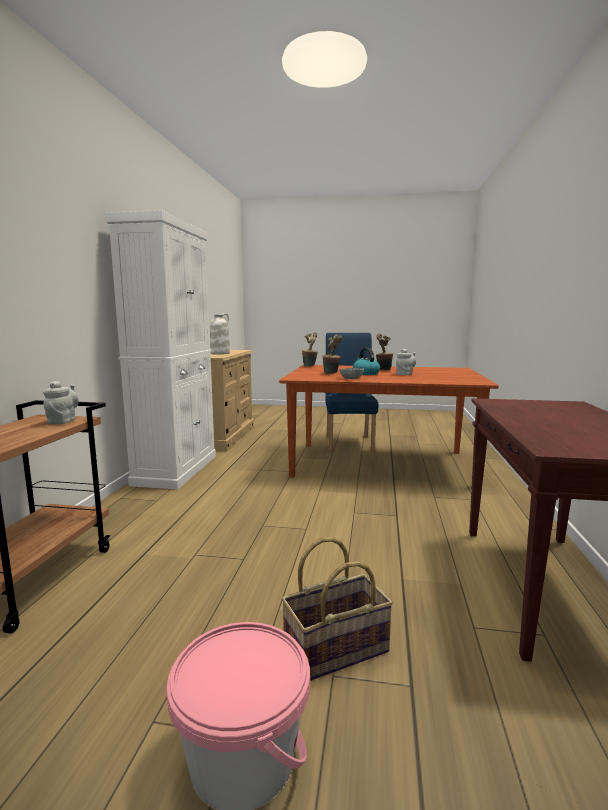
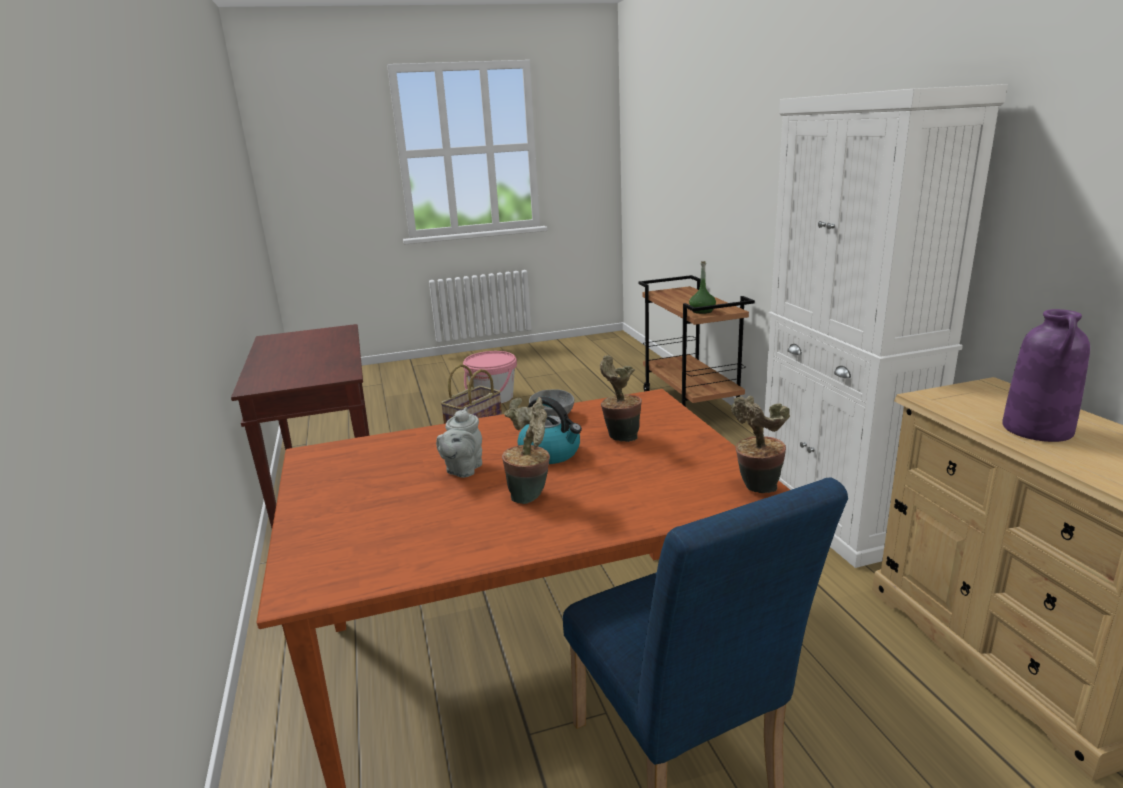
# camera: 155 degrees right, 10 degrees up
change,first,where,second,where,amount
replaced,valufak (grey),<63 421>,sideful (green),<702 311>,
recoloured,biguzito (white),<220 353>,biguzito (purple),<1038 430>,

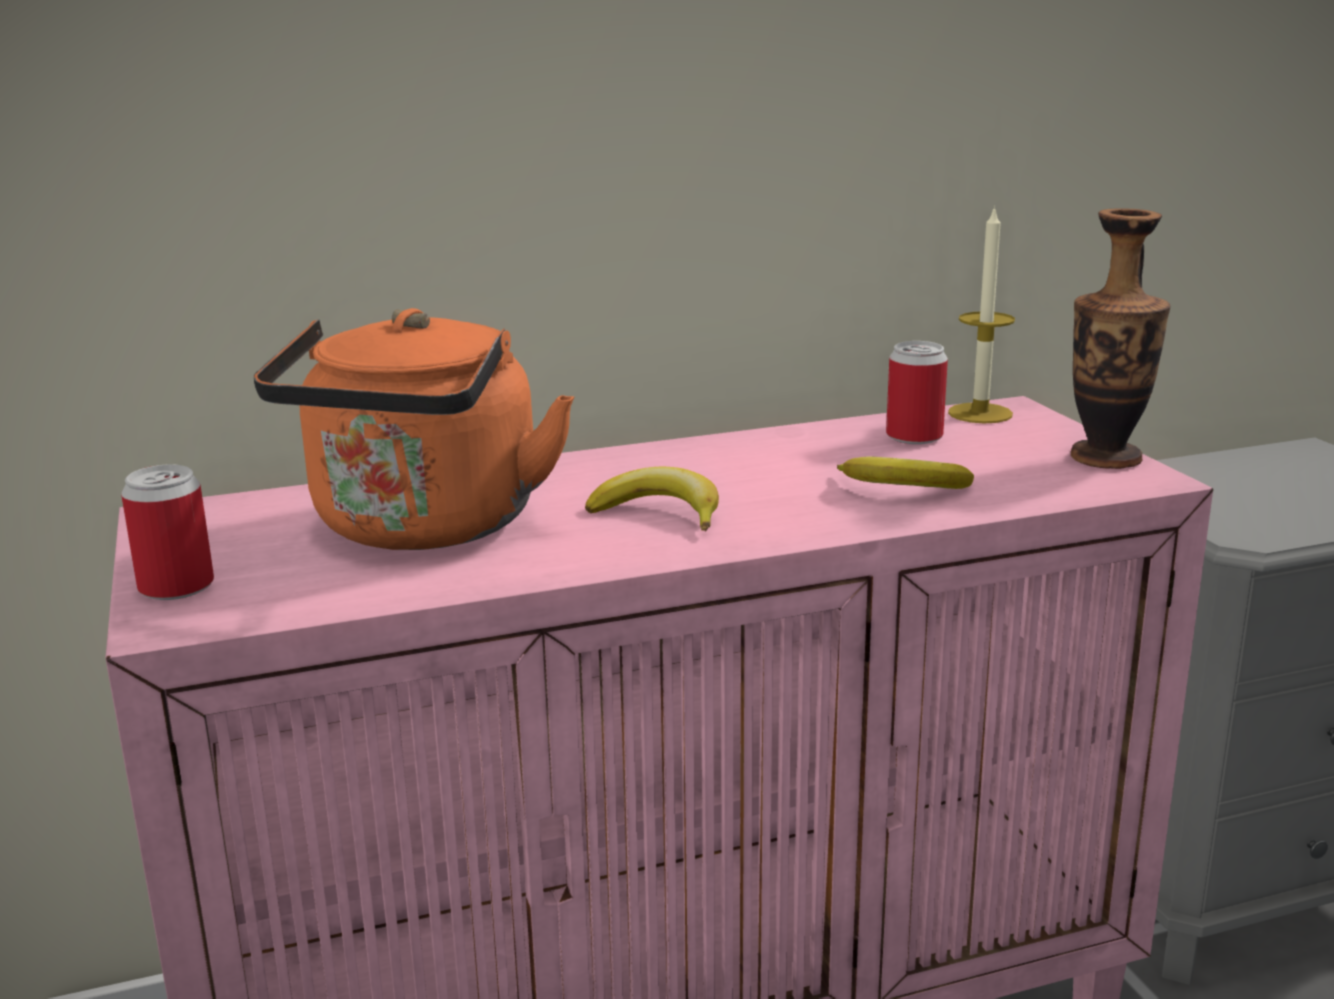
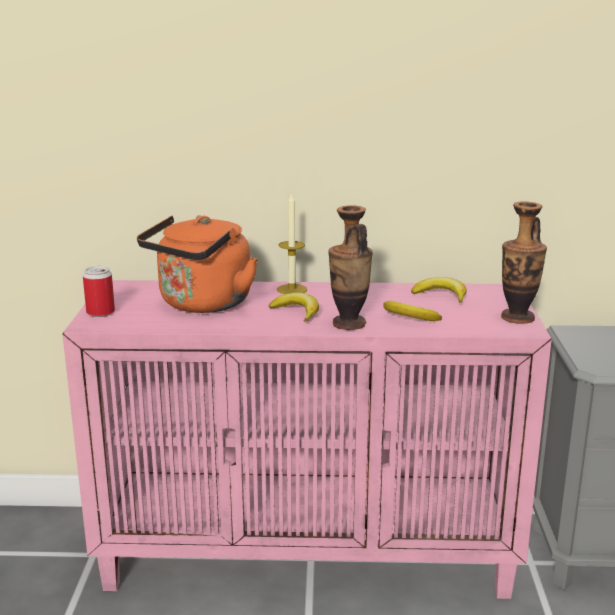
# camera: 20 degrees right, 0 degrees up
change,first,where,second,where,amount
added,,,biguzito,<349 324>,
moved,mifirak,<980 413>,,<292 289>,
replaced,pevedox,<914 437>,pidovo,<441 296>,

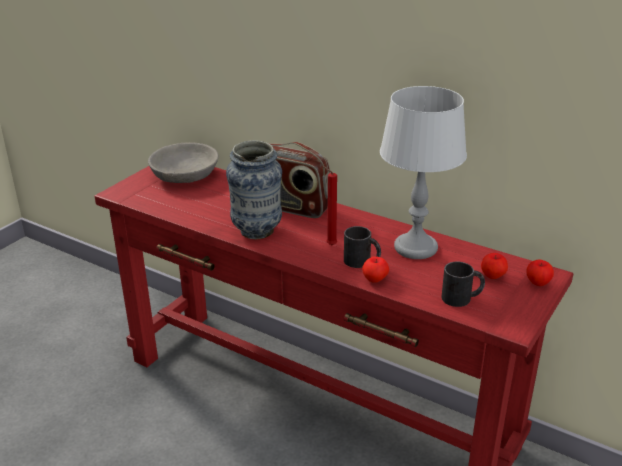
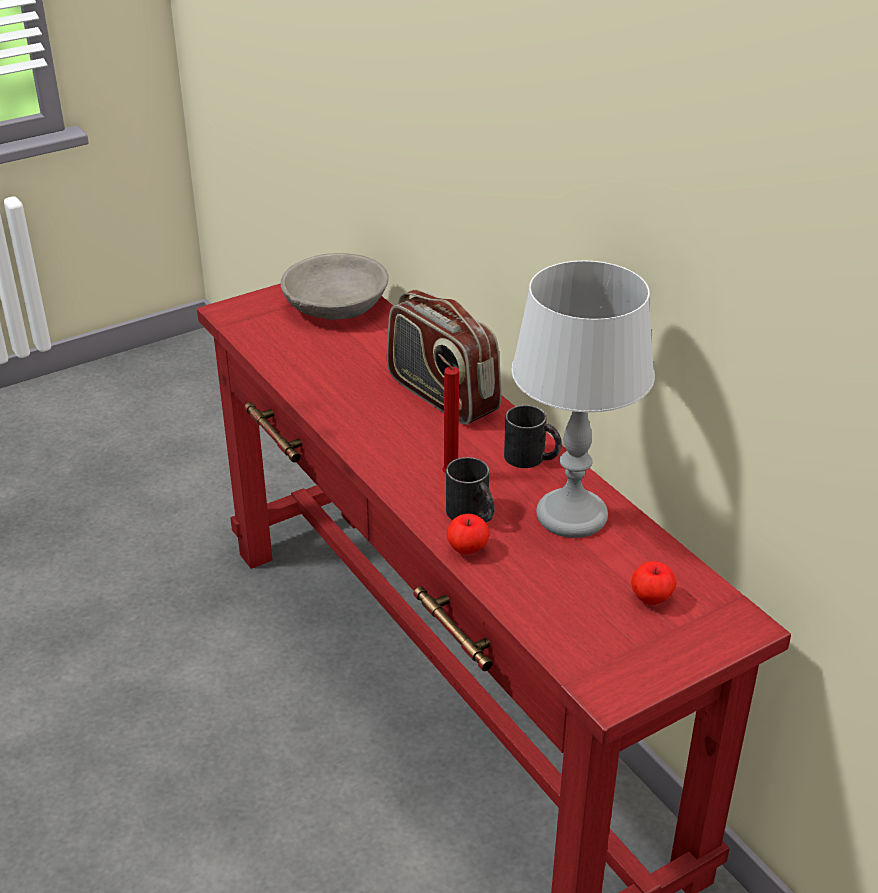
# camera: 25 degrees right, 5 degrees up
change,first,where,second,where,amount
removed,biguzito,<257 231>,,,
removed,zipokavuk,<537 283>,,,
moved,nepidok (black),<462 298>,,<532 458>,

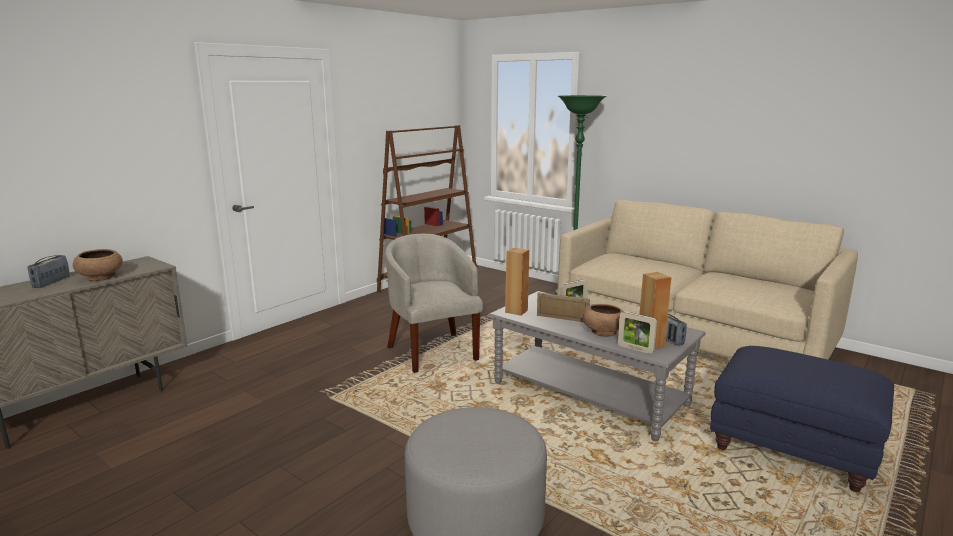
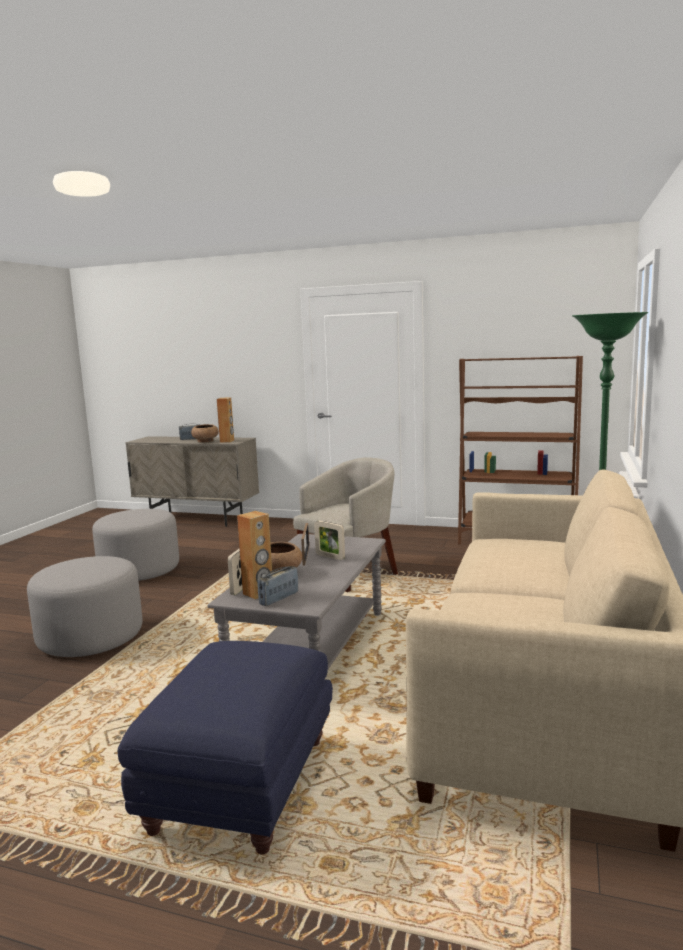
# camera: 70 degrees right, 5 degrees down
change,first,where,second,where,amount
added,,,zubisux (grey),<139 570>,
moved,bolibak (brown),<516 311>,,<227 441>,

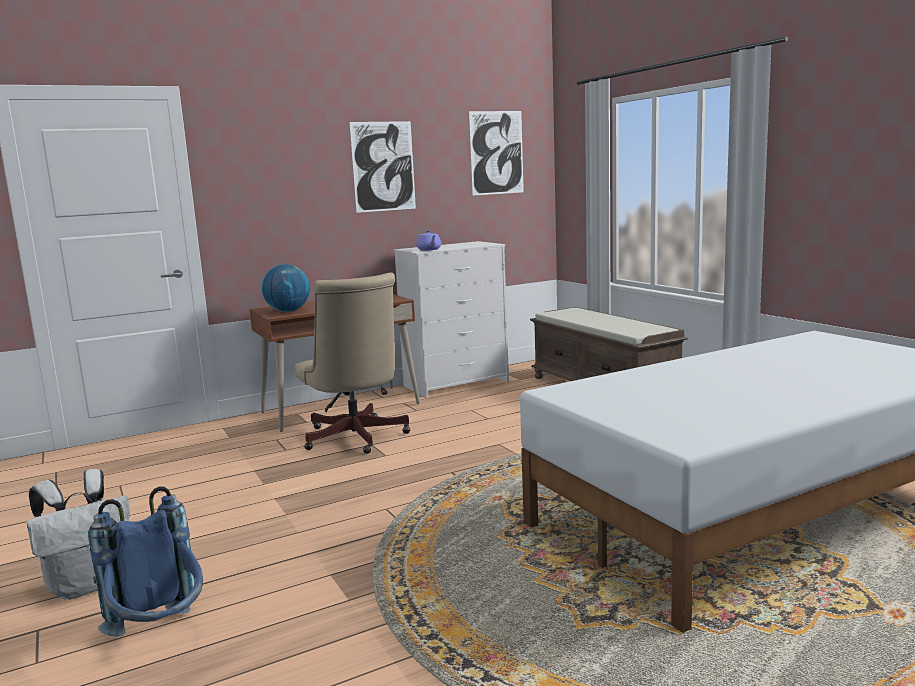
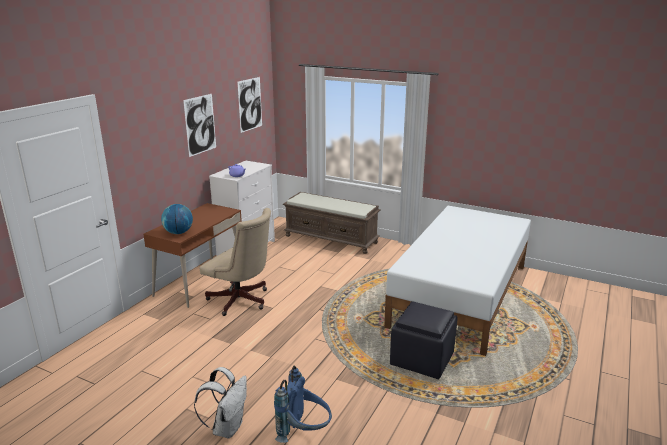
# camera: 35 degrees left, 10 degrees up
change,first,where,second,where,amount
added,,,zubisux (black),<423 359>,

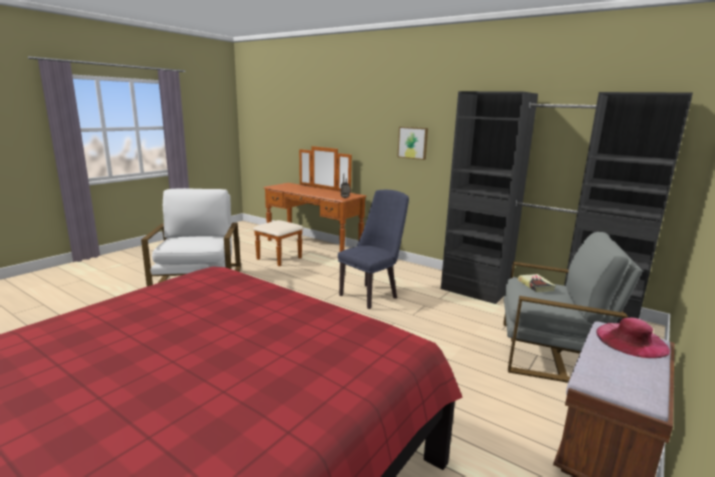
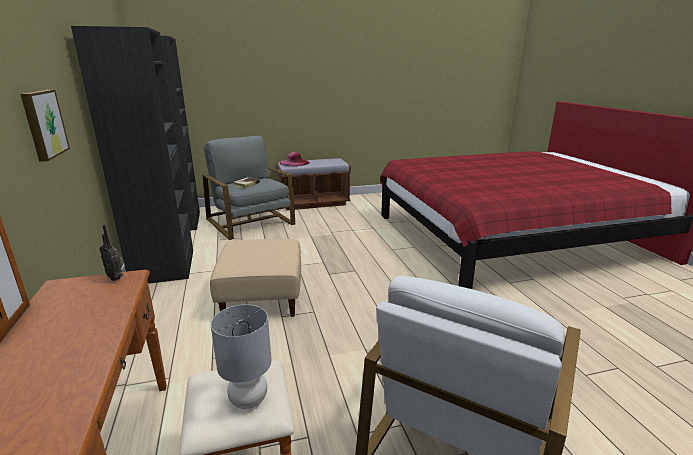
# camera: 140 degrees left, 5 degrees up
change,first,where,second,where,amount
added,,,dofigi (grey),<248 400>,
replaced,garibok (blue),<371 295>,zubisux (beige),<261 297>,

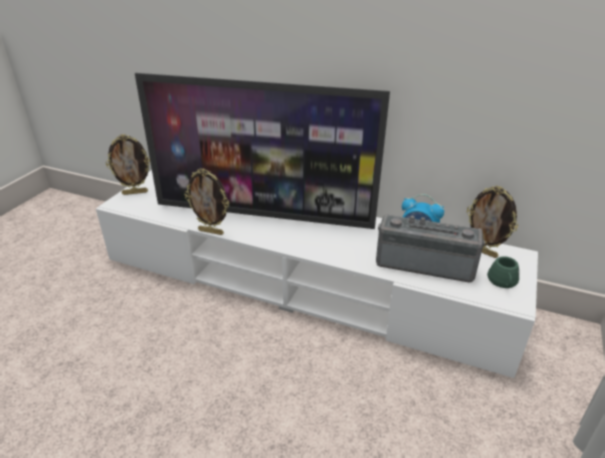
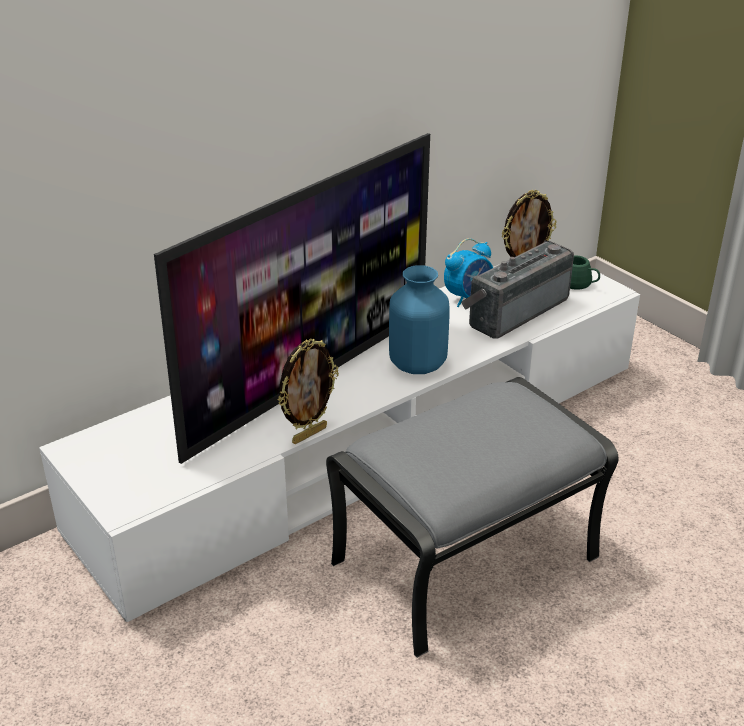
# camera: 60 degrees left, 0 degrees up
change,first,where,second,where,amount
removed,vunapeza,<135 192>,,,
added,,,zubisux (grey),<465 562>,
added,,,biguzito (blue),<416 365>,

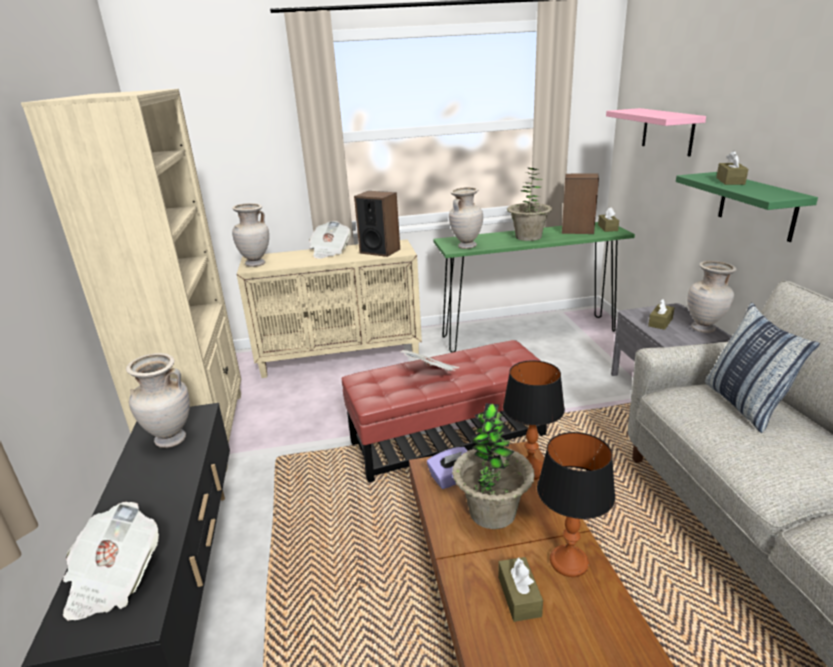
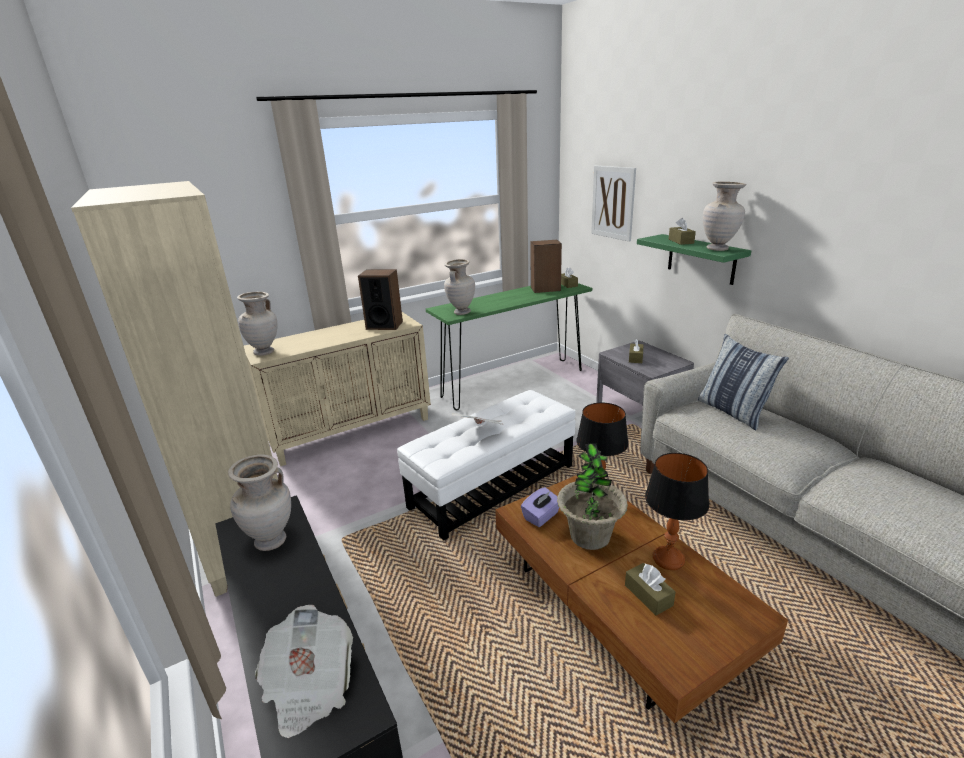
# camera: 20 degrees left, 0 degrees up
change,first,where,second,where,amount
removed,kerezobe,<330 251>,,,
removed,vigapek,<528 237>,,,
moved,biguzito (beige),<704 329>,,<718 249>,
replaced,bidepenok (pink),<667 131>,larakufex,<613 202>,
recoloured,zubisux (red),<448 439>,zubisux (white),<493 486>,

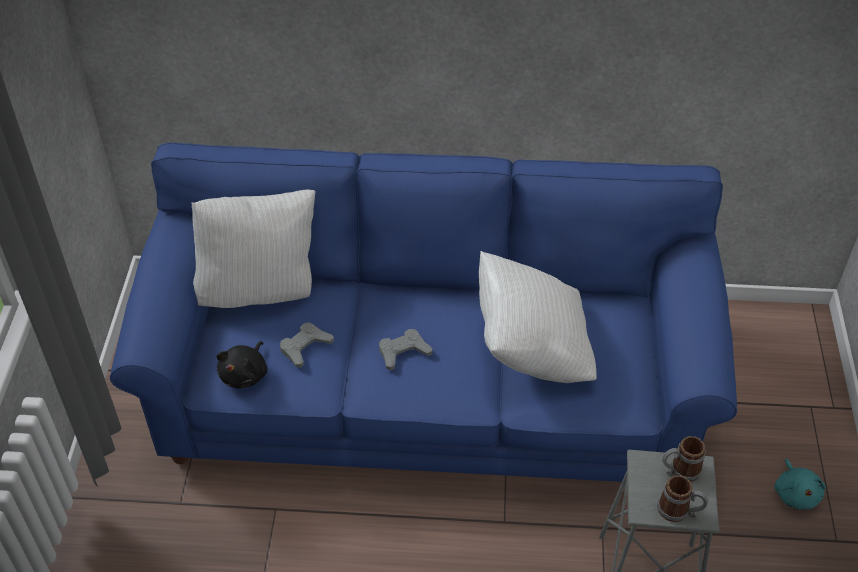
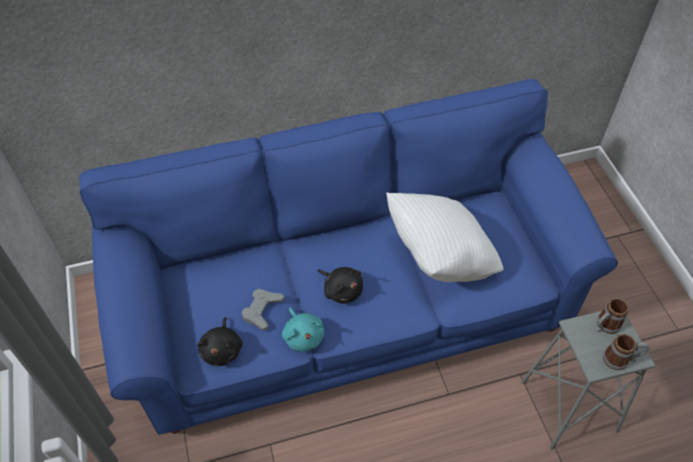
# camera: 20 degrees left, 5 degrees up
change,first,where,second,where,amount
removed,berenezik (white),<260 290>,,,
moved,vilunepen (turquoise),<796 493>,,<303 336>,
replaced,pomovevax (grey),<403 352>,vilunepen (black),<341 290>,

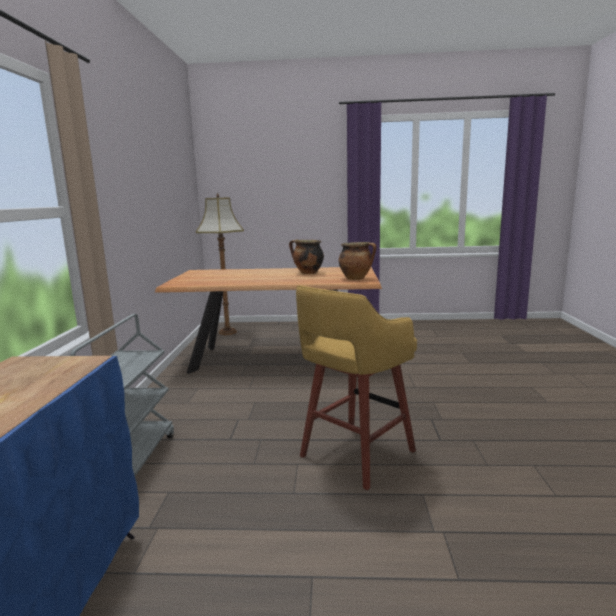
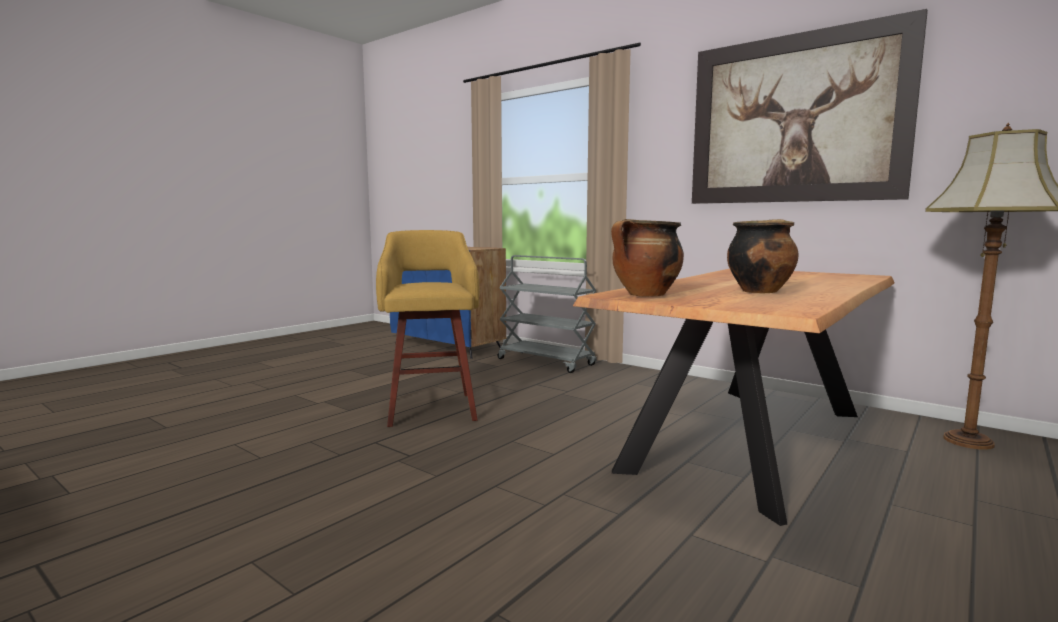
# camera: 125 degrees right, 5 degrees down
change,first,where,second,where,amount
added,,,larakufex,<795 119>,

